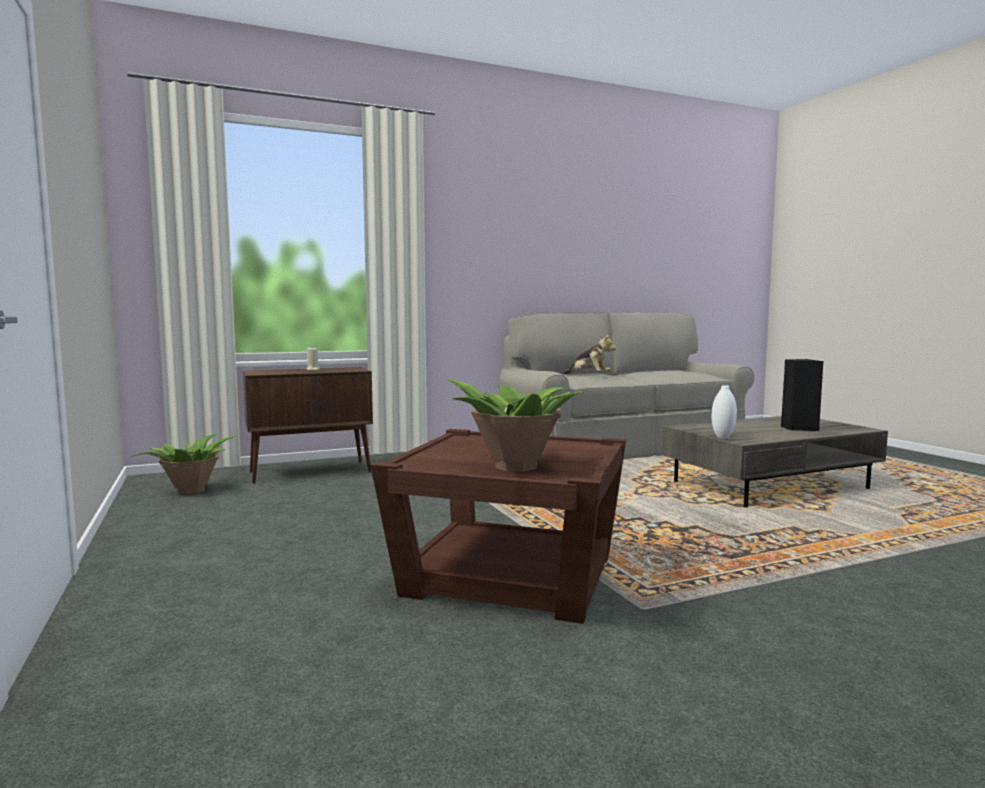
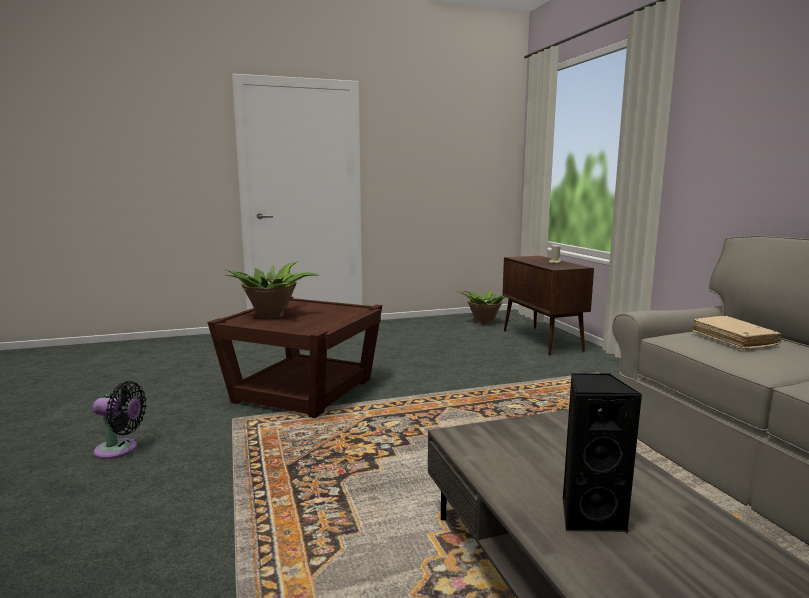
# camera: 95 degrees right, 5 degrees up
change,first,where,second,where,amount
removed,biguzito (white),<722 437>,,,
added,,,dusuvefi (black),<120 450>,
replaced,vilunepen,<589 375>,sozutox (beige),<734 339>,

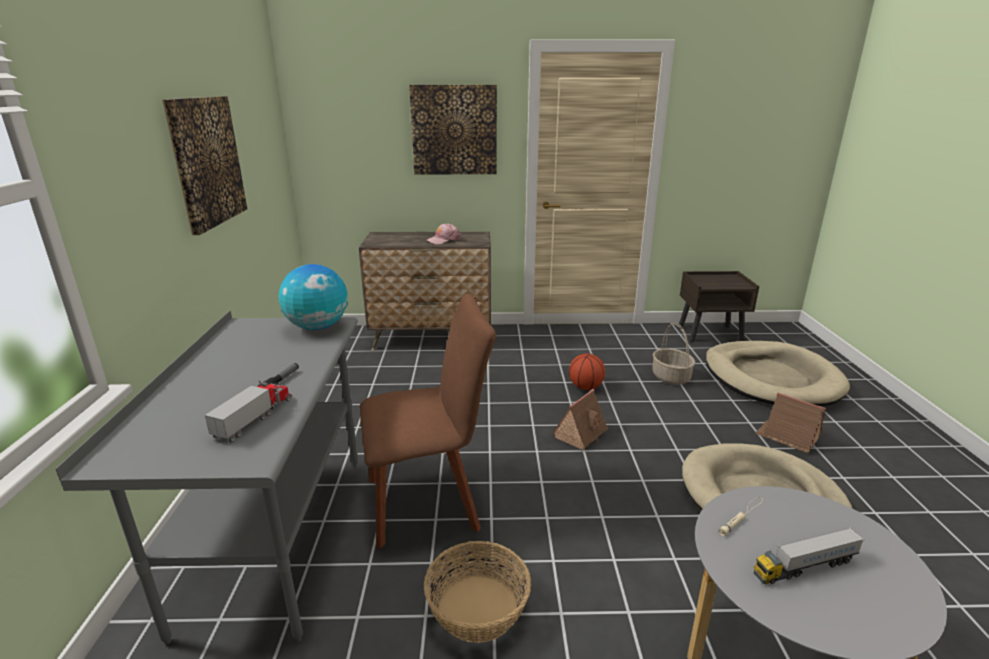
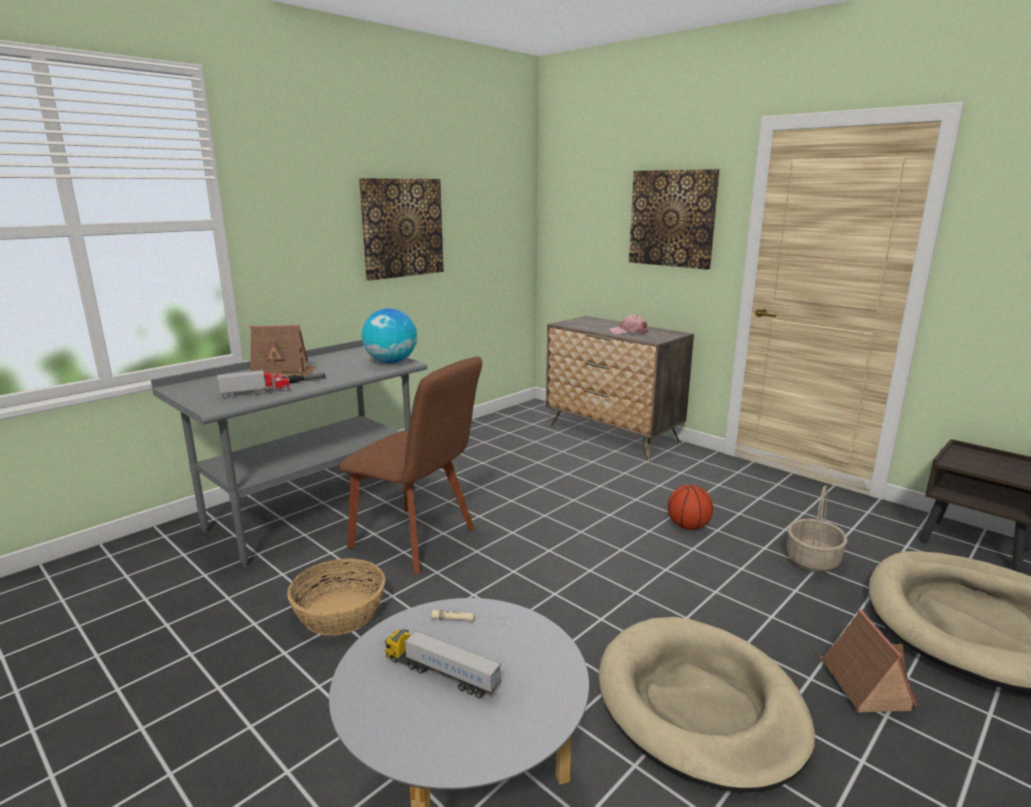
# camera: 45 degrees right, 5 degrees down
change,first,where,second,where,amount
moved,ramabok,<581 433>,,<284 372>,

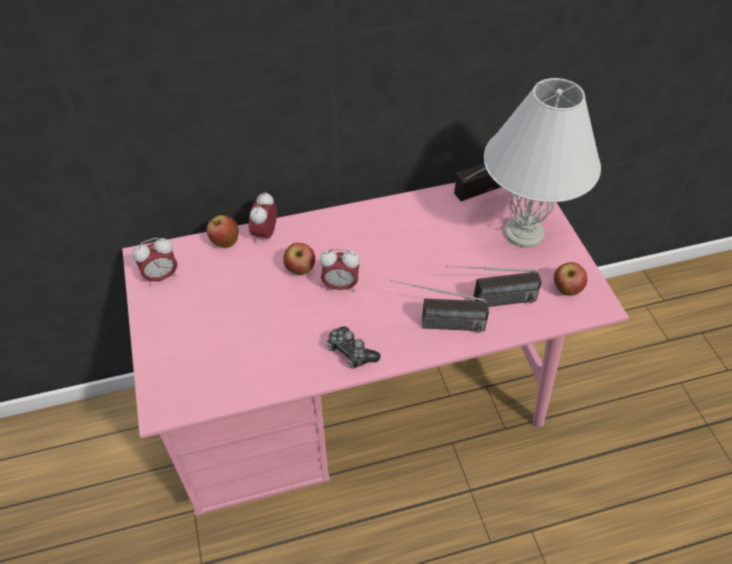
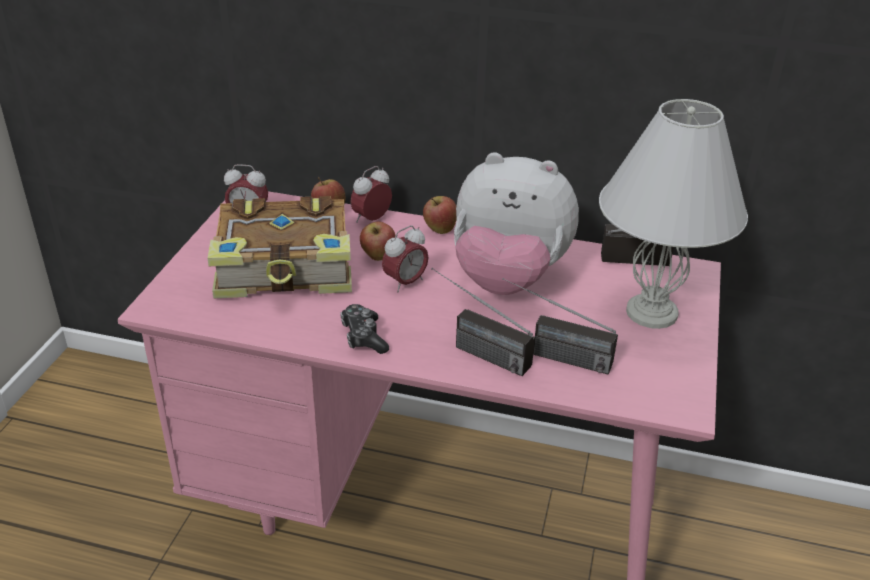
# camera: 30 degrees right, 15 degrees down
change,first,where,second,where,amount
added,,,sozutox,<286 267>,
added,,,vilunepen,<508 279>,
moved,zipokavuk,<566 290>,,<439 230>,
turned,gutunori,<340 286>,,<405 283>,75 degrees counterclockwise

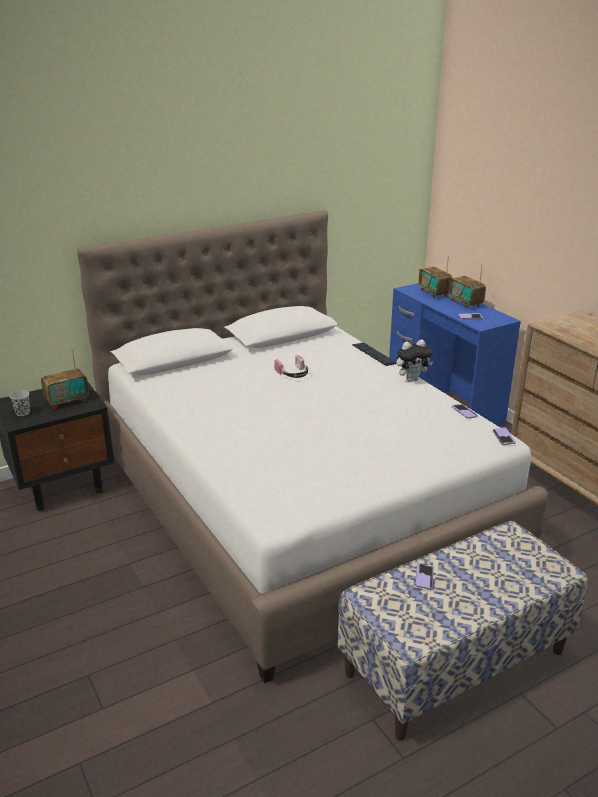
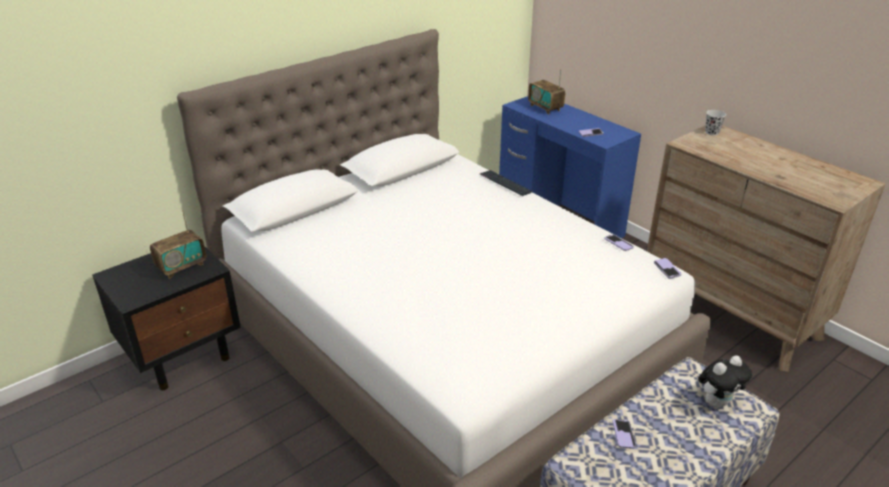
# camera: 10 degrees left, 5 degrees up
change,first,where,second,where,amount
removed,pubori,<293 374>,,,
removed,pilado,<465 303>,,,
moved,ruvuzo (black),<22 413>,,<712 132>,
moved,vilunepen,<412 379>,,<717 402>,

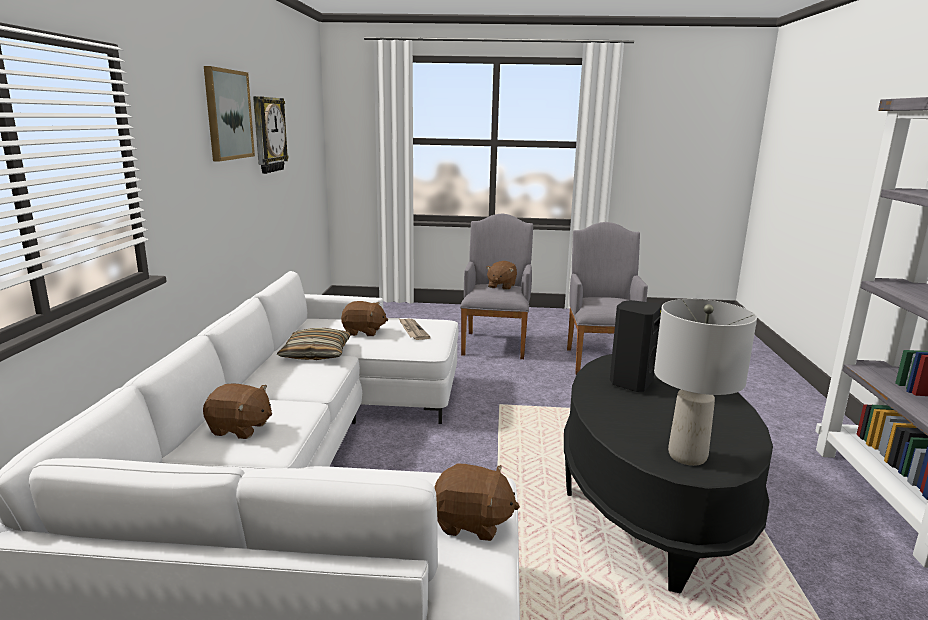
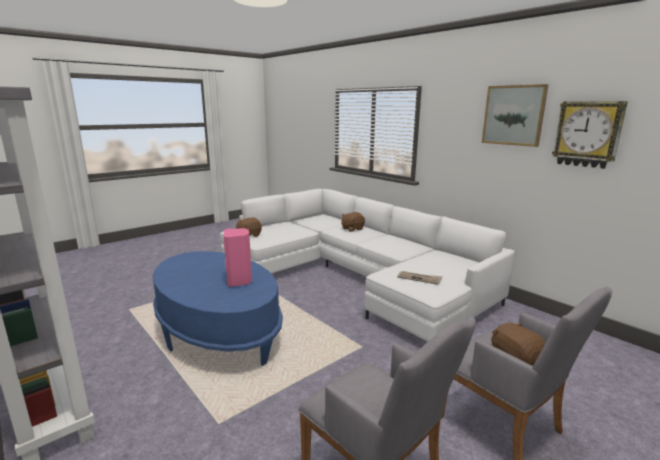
# camera: 135 degrees right, 0 degrees up
change,first,where,second,where,amount
removed,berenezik,<316 353>,,,
removed,vilunepen (brown),<363 332>,,,
removed,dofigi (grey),<686 456>,,,
recoloured,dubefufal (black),<651 498>,dubefufal (blue),<218 331>,
recoloured,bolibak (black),<630 383>,bolibak (pink),<239 281>,

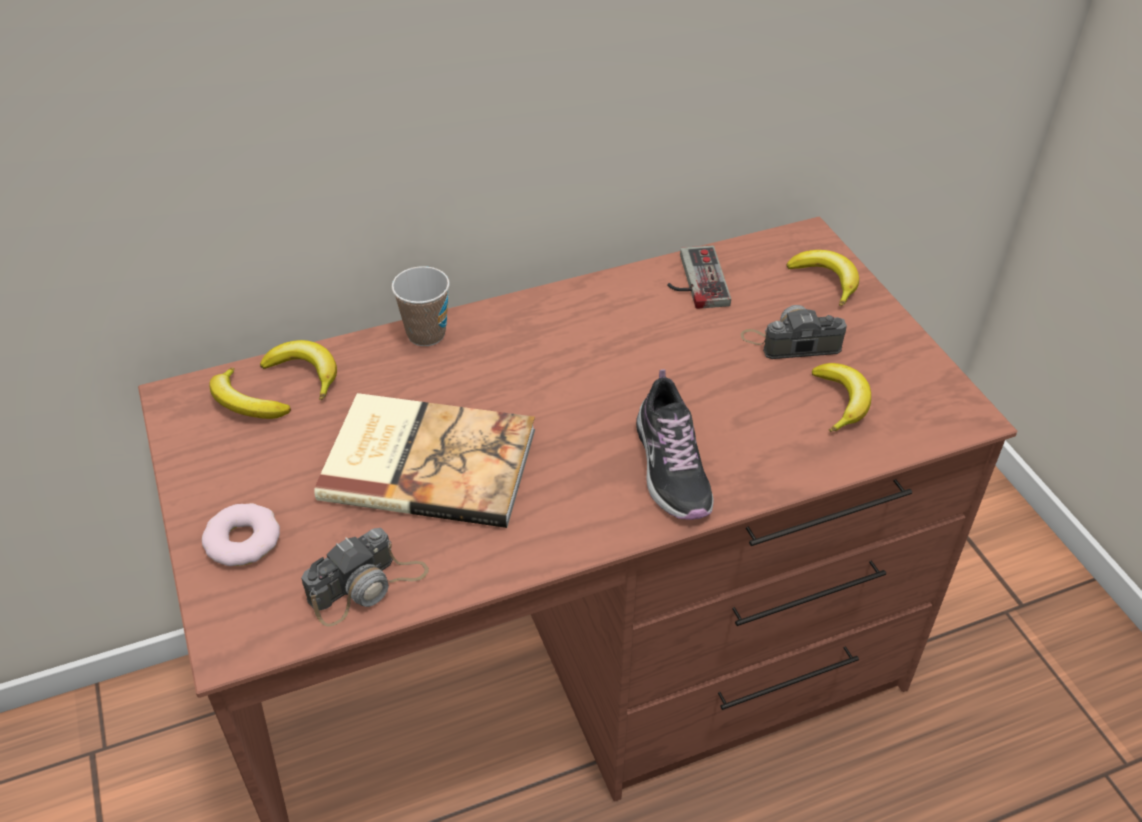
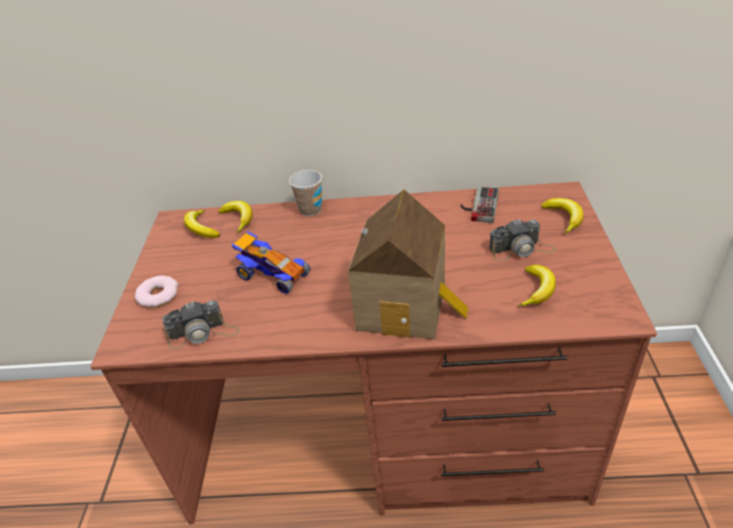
# camera: 25 degrees right, 5 degrees down
change,first,where,second,where,amount
replaced,sozutox,<428 461>,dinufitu,<273 275>,
replaced,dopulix,<671 467>,ramabok,<407 306>,
turned,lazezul,<791 342>,,<522 249>,150 degrees clockwise

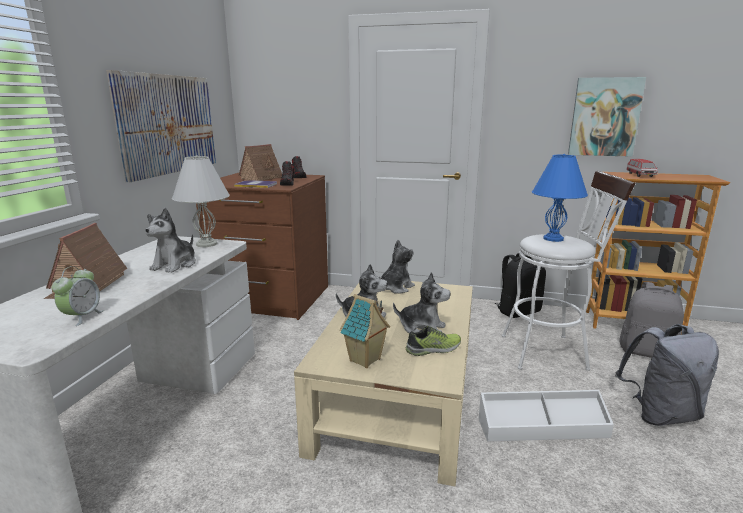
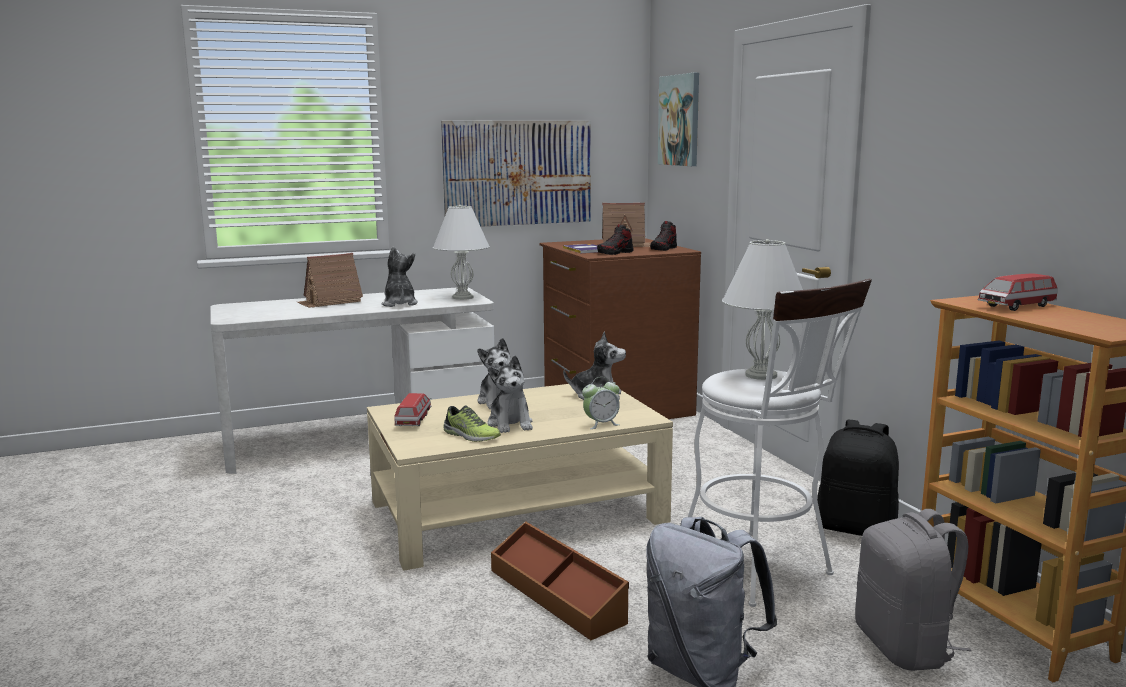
# camera: 55 degrees right, 5 degrees down
change,first,where,second,where,amount
moved,gutunori,<82 317>,,<601 424>,
moved,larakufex,<604 117>,,<680 120>,
replaced,ramabok,<365 360>,dinufitu,<413 420>,
recoloured,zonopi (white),<542 427>,zonopi (brown),<557 595>,
recoloured,dofigi (blue),<553 239>,dofigi (white),<760 375>,
turned,vilunepen,<175 265>,,<399 304>,90 degrees clockwise

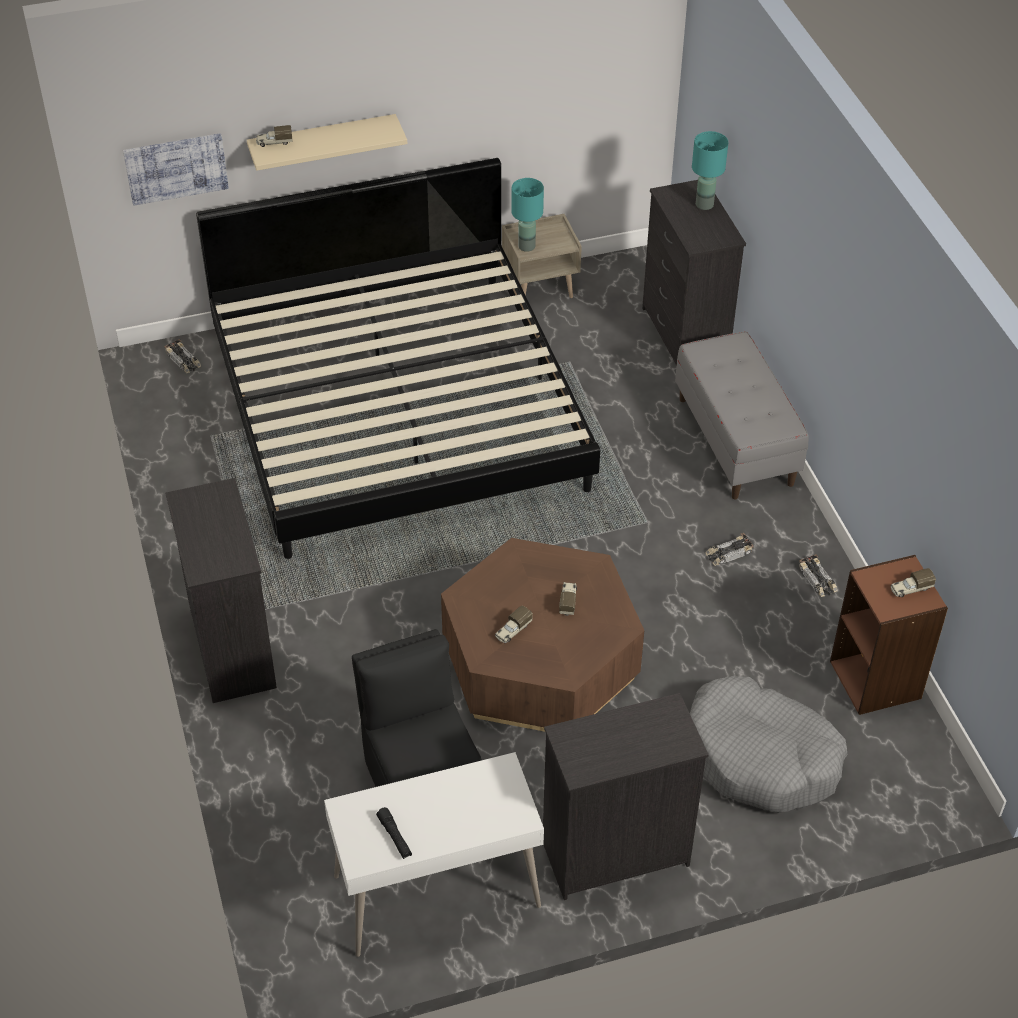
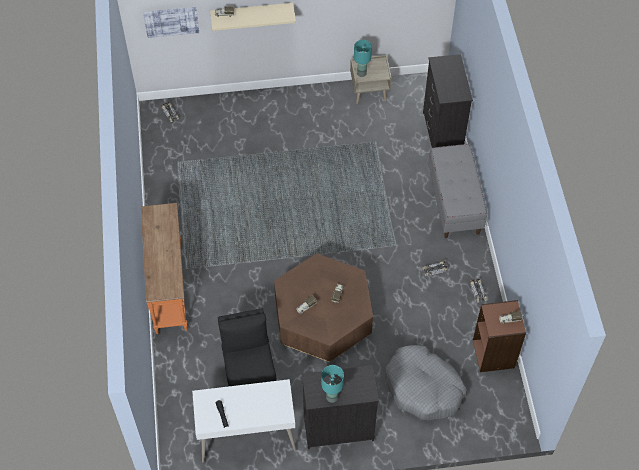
# camera: 10 degrees right, 10 degrees up
change,first,where,second,where,amount
removed,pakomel,<398 409>,,,
moved,dofigi (turquoise),<704 205>,,<331 397>,
replaced,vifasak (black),<233 648>,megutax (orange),<170 288>,

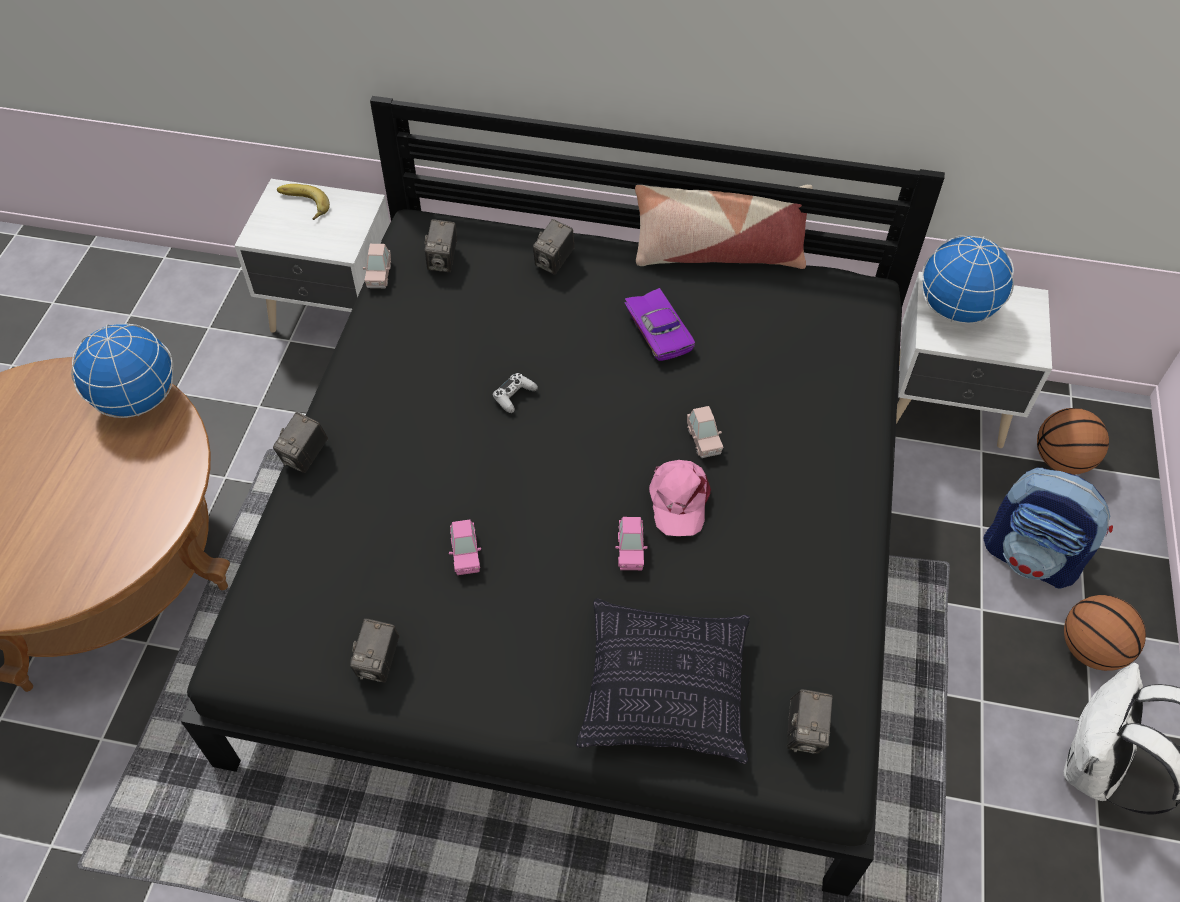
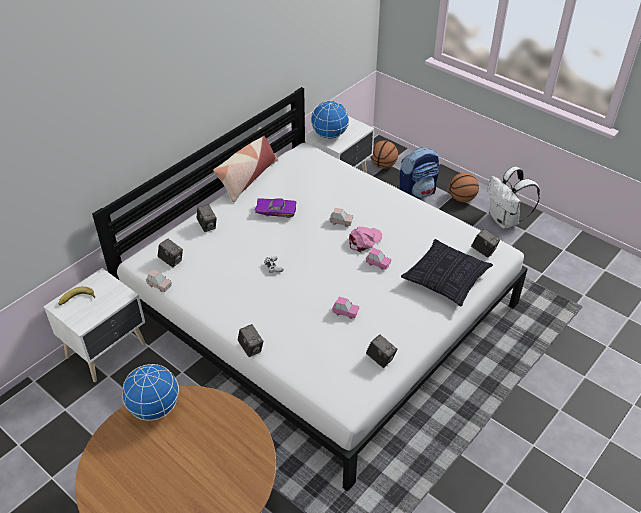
# camera: 60 degrees left, 10 degrees down
change,first,where,second,where,amount
recoloured,pakomel (black),<590 540>,pakomel (white),<320 309>,
turned,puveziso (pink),<678 500>,,<364 241>,75 degrees counterclockwise

